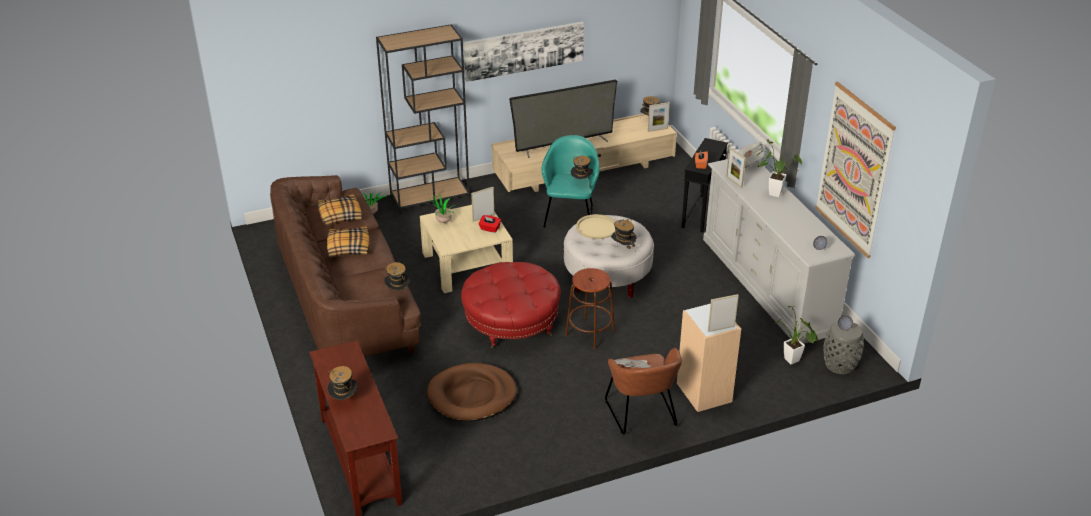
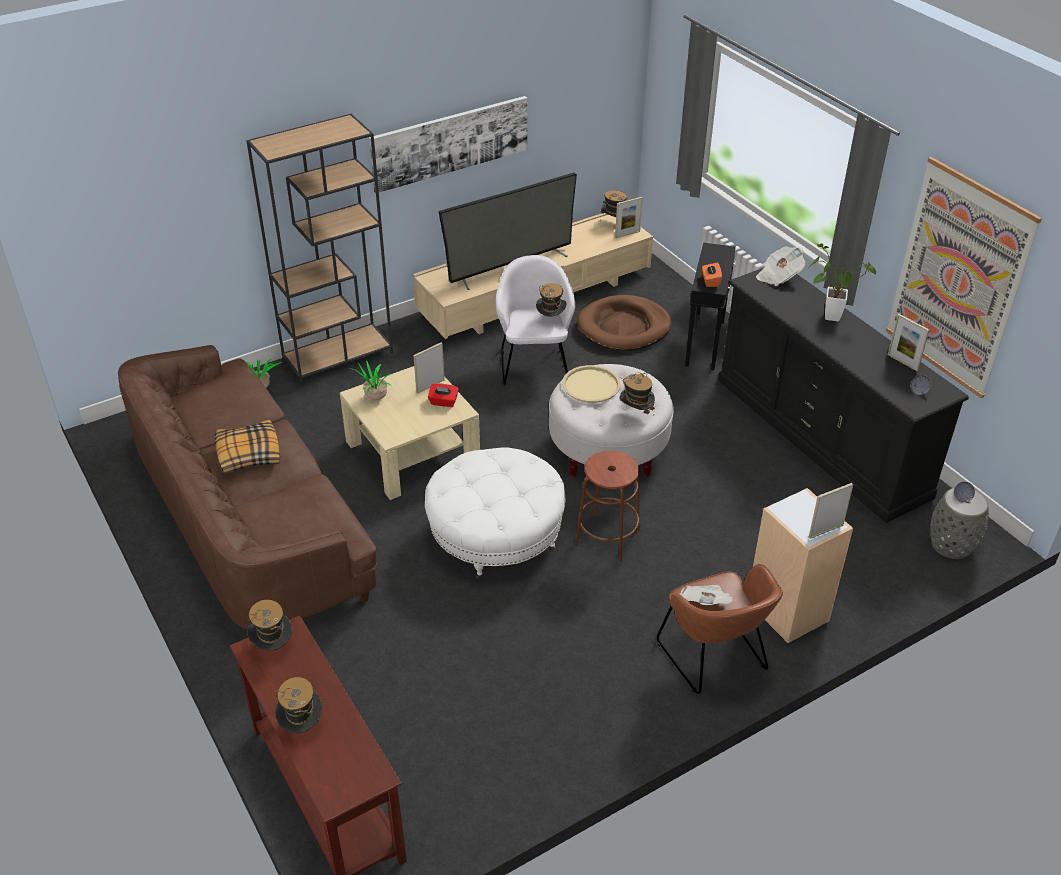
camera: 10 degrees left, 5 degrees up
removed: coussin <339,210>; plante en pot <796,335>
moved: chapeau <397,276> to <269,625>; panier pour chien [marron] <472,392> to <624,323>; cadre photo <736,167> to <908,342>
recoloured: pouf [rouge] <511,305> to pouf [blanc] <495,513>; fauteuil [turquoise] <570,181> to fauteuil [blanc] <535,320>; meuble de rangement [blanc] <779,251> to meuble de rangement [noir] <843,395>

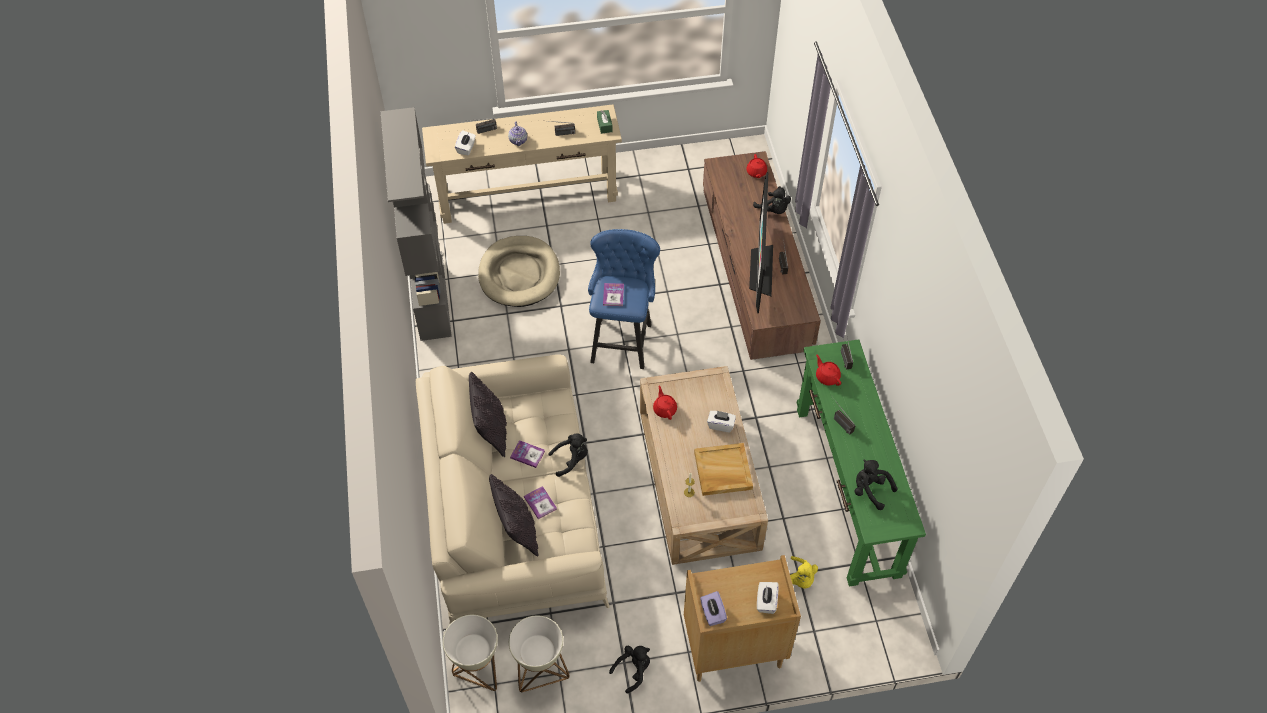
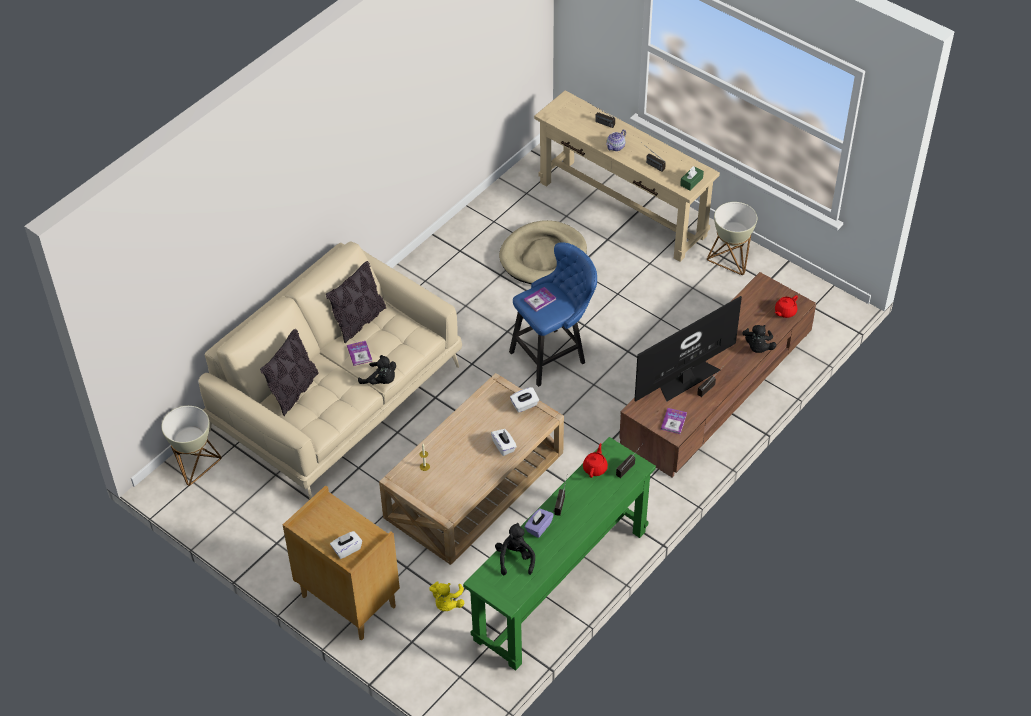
camera: 50 degrees right, 5 degrees down
removed: bibliothèque [gris] <416,224>; peluche [noir] <629,669>; théière [rouge] <665,403>; plateau [beige] <723,469>
moved: boîte à mouchoirs [blanc] <465,142> to <524,400>; cache-pot <539,653> to <732,238>; livre <540,502> to <674,421>; boîte à mouchoirs [violet] <713,608> to <539,523>

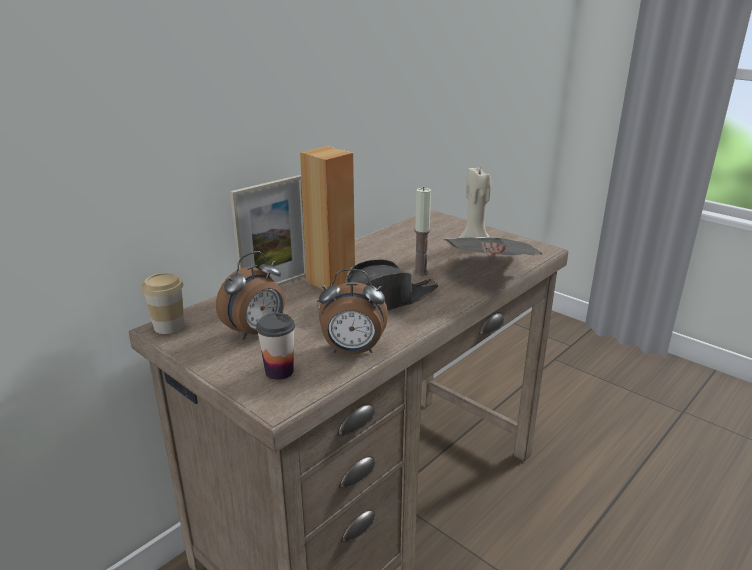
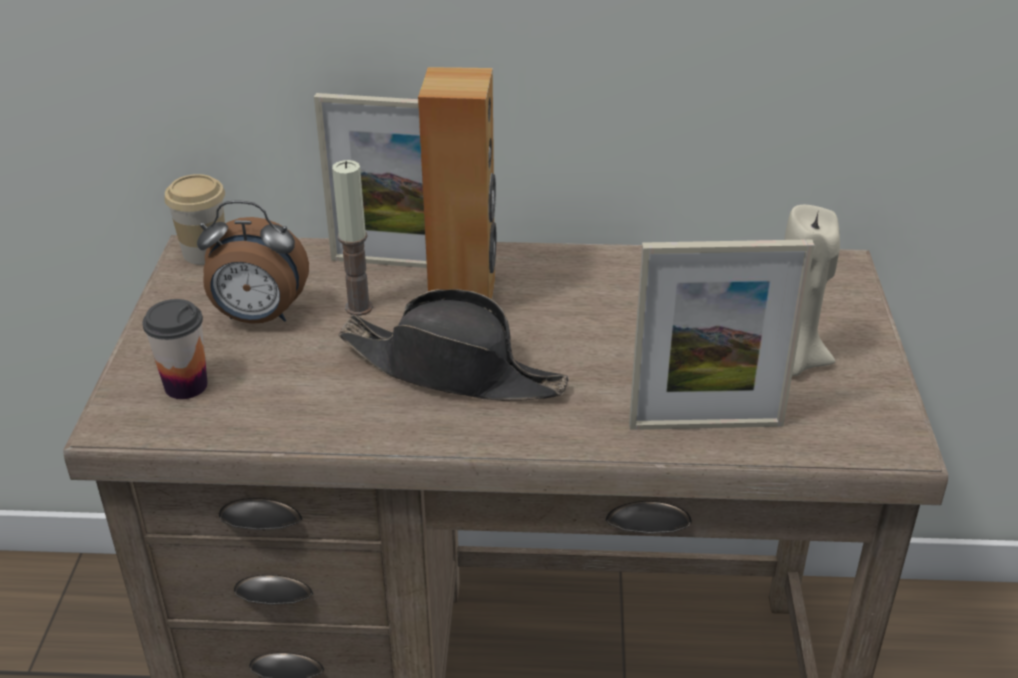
camera: 50 degrees right, 10 degrees up
removed: réveil <353,311>
moved: bougie <422,231> to <352,238>
replaced: journal <491,247> to cadre photo <722,334>

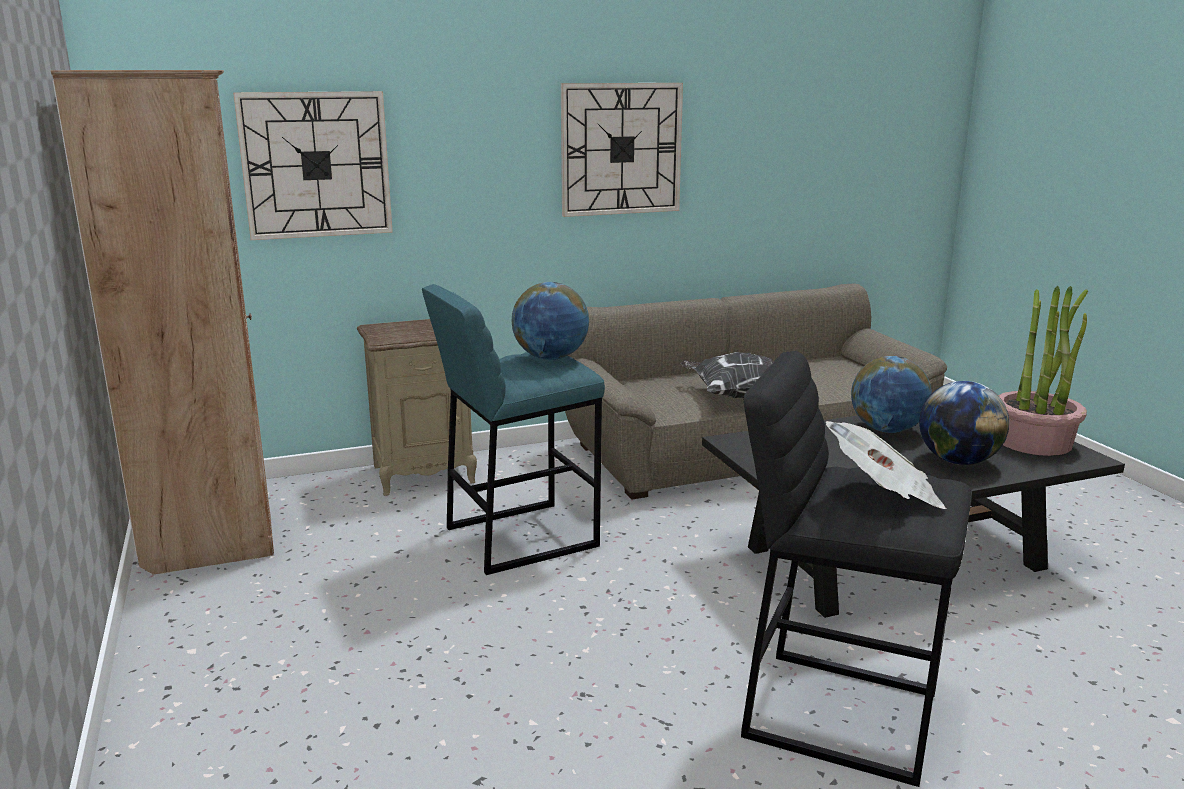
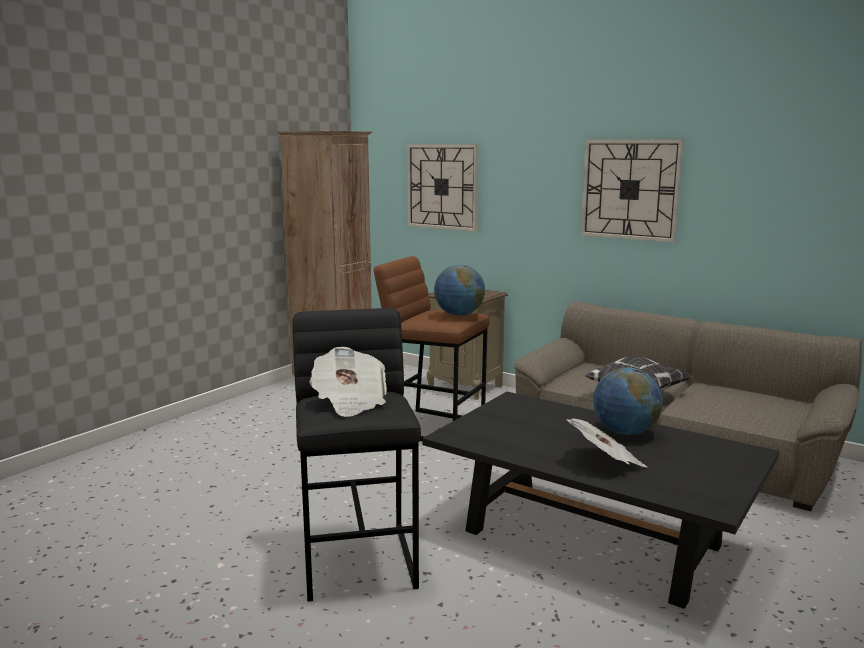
camera: 55 degrees right, 5 degrees down
removed: plante en pot <1043,371>
replaced: globe <964,423> to journal <607,442>
recoloured: tabouret [turquoise] <513,429> to tabouret [marron] <431,348>

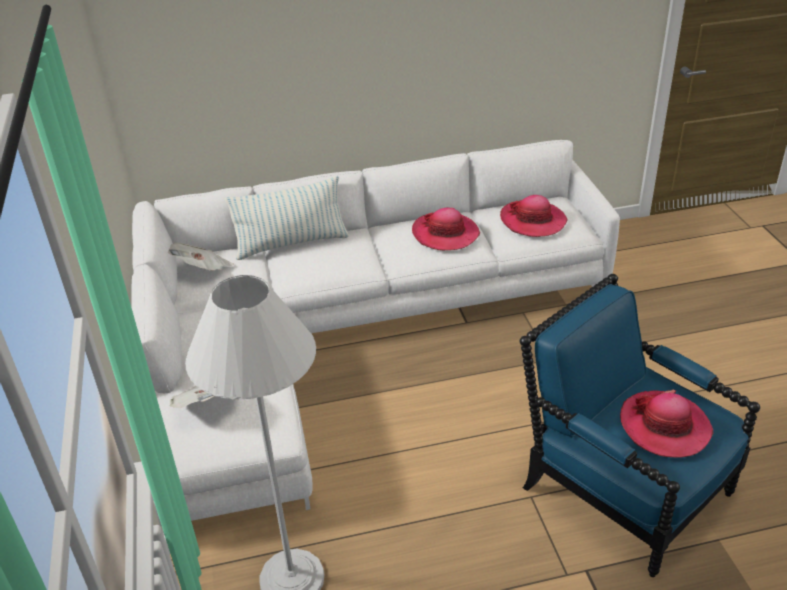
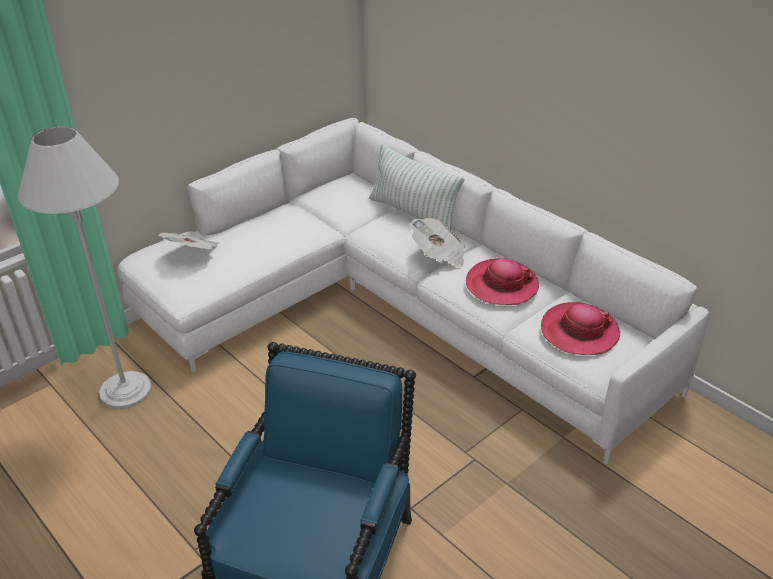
camera: 60 degrees right, 0 degrees up
removed: chapeau <666,423>
moved: journal <201,257> to <438,242>

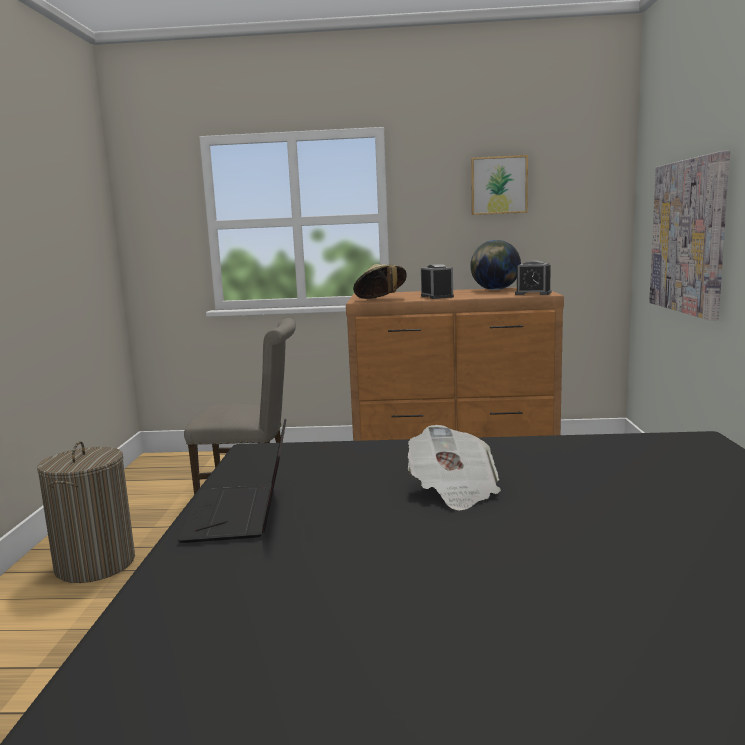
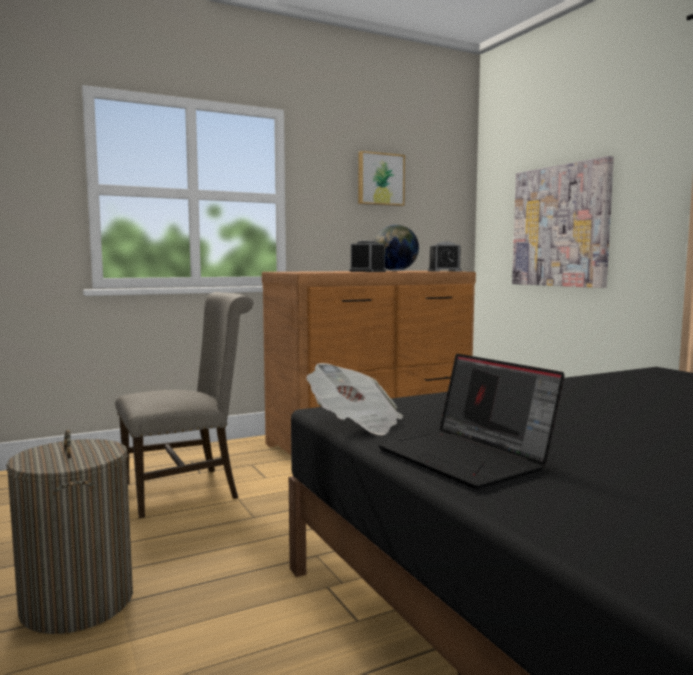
camera: 30 degrees left, 5 degrees down
removed: chapeau [beige] <380,281>
moved: journal <454,468> to <355,399>

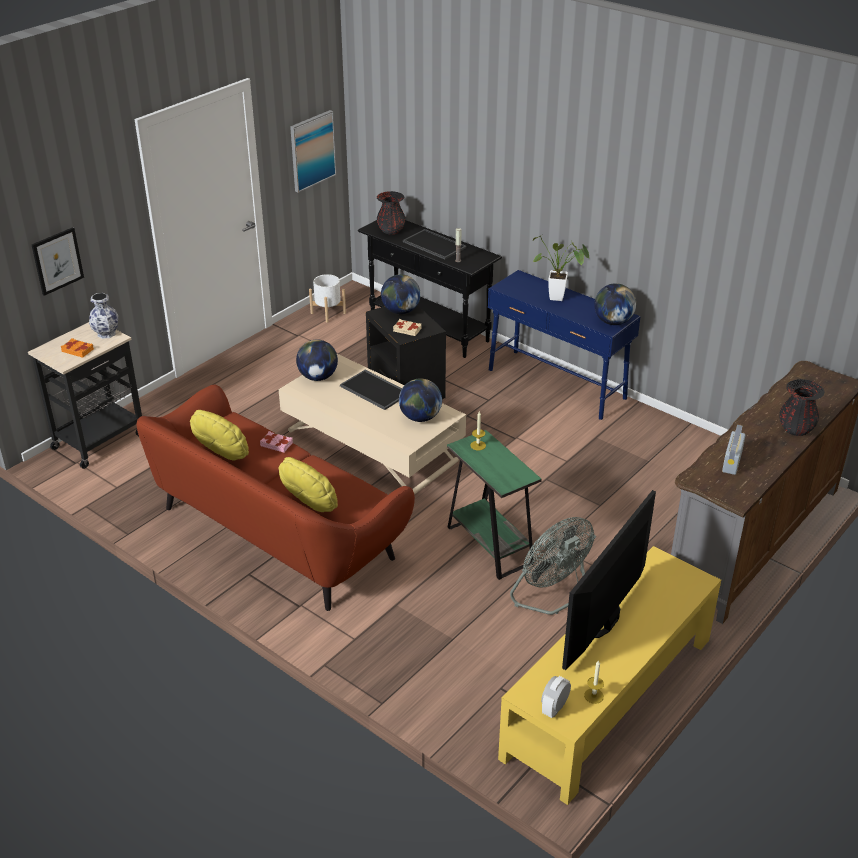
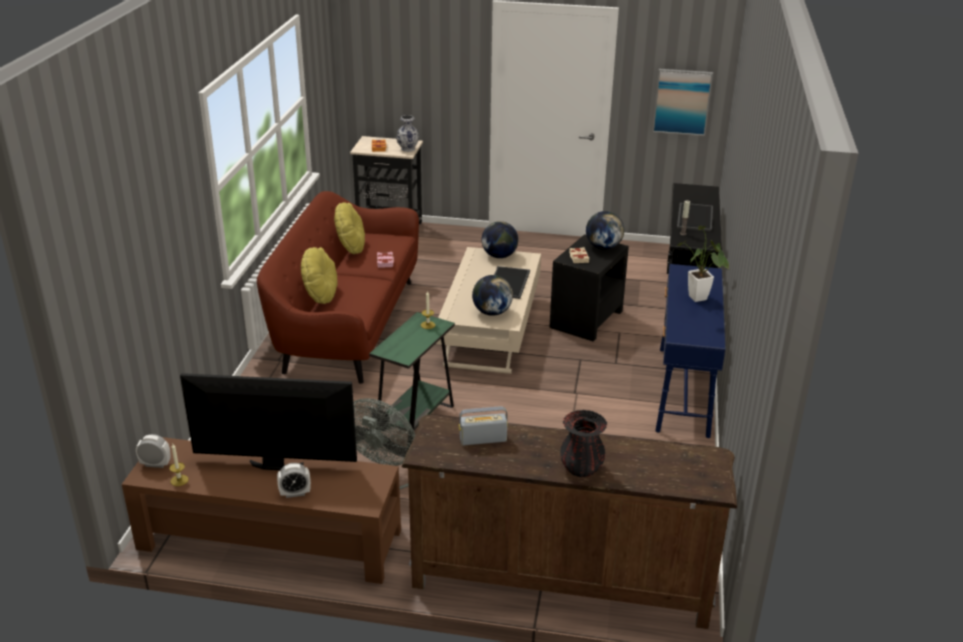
camera: 60 degrees right, 5 degrees down
removed: tableau <58,261>; cache-pot [blanc] <327,298>; vase [noir] <391,212>; globe <615,304>
added: réveil <294,480>
recoloured: meuble télé [jaune] <609,675> to meuble télé [marron] <261,510>

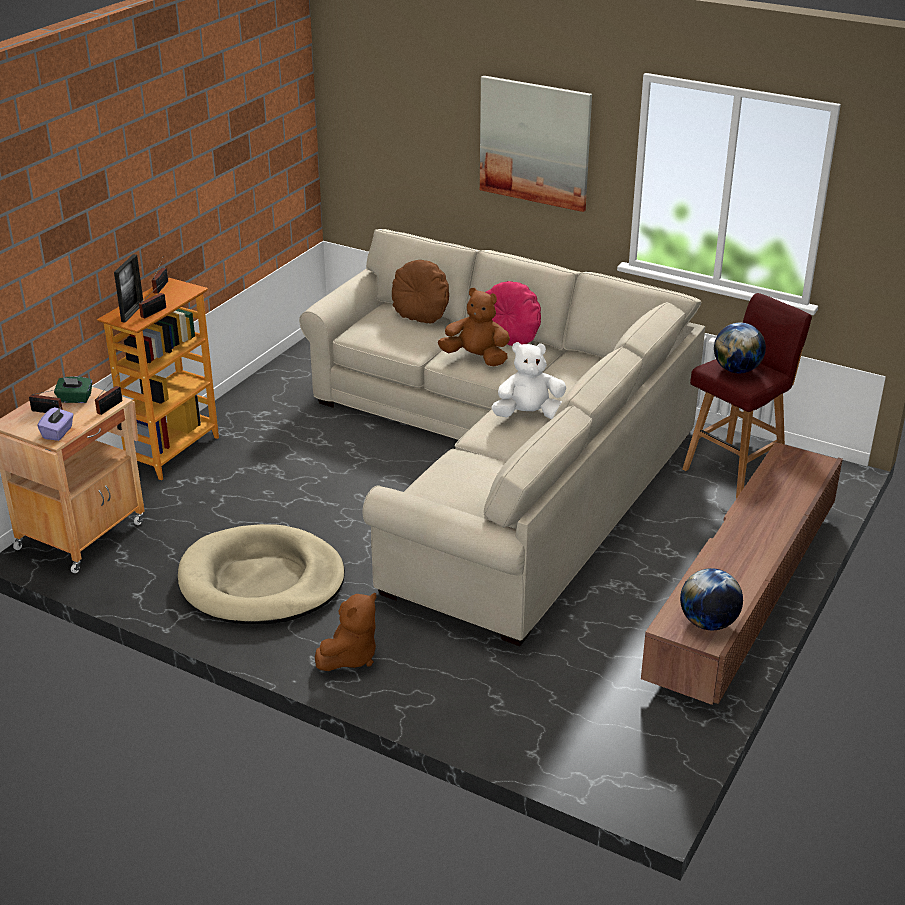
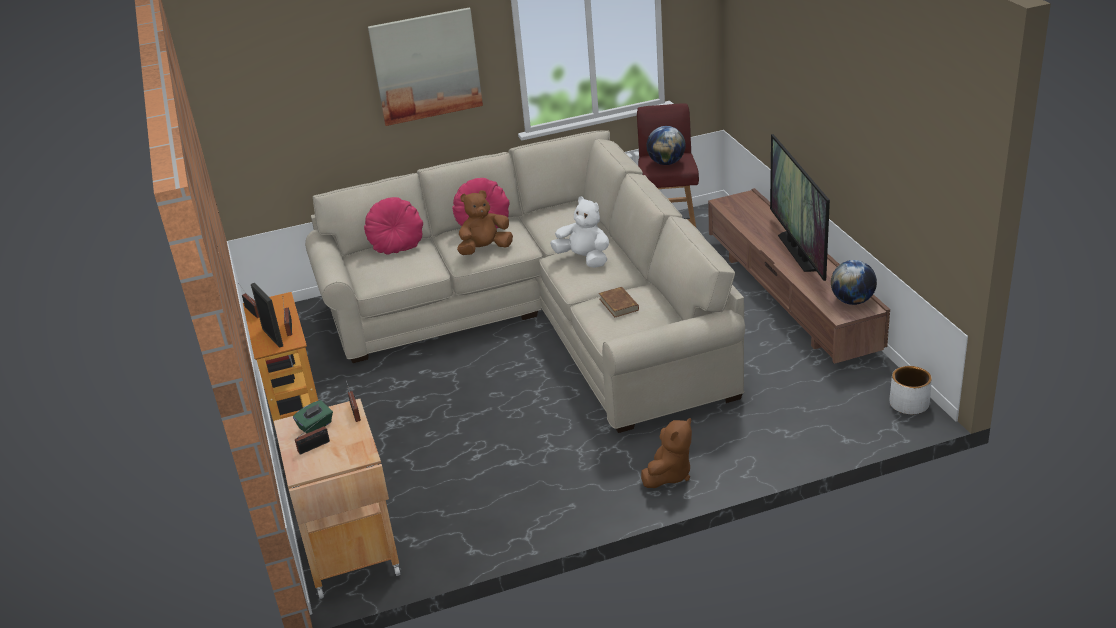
camera: 45 degrees left, 0 degrees up
removed: boîte à mouchoirs [violet] <55,424>; panier pour chien [beige] <261,574>
added: livre [marron] <619,302>; téléviseur <800,207>; cache-pot [blanc] <911,390>
recoloured: coussin [marron] <420,292> to coussin [rose] <393,226>
turned: peluche [marron] <345,632> = <666,453> 45 degrees clockwise; peluche [blanc] <528,380> = <579,232> 90 degrees clockwise

